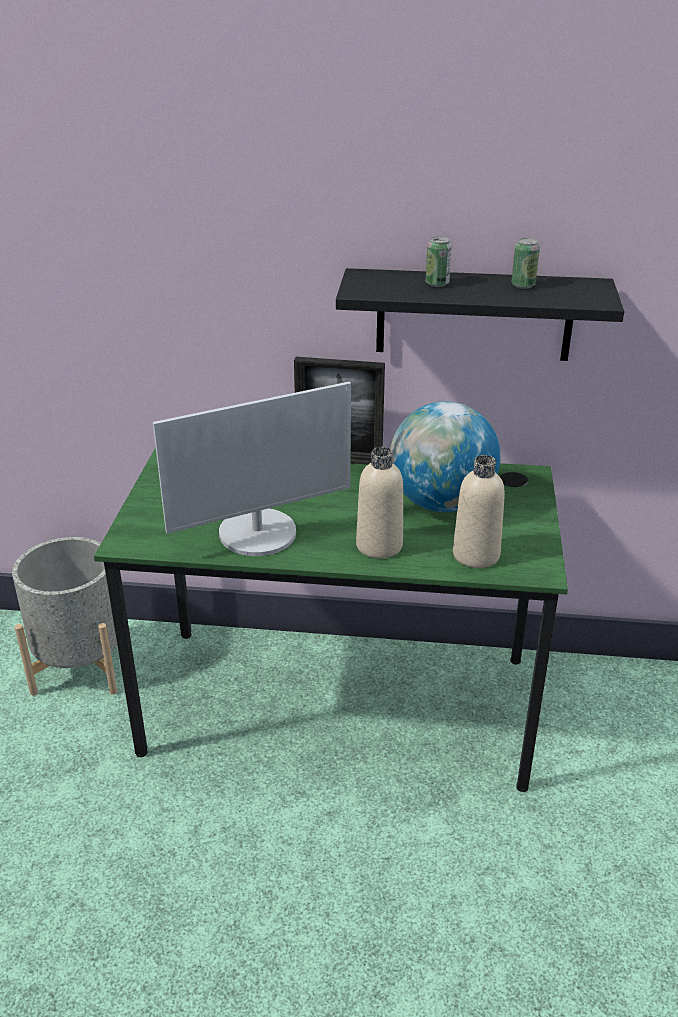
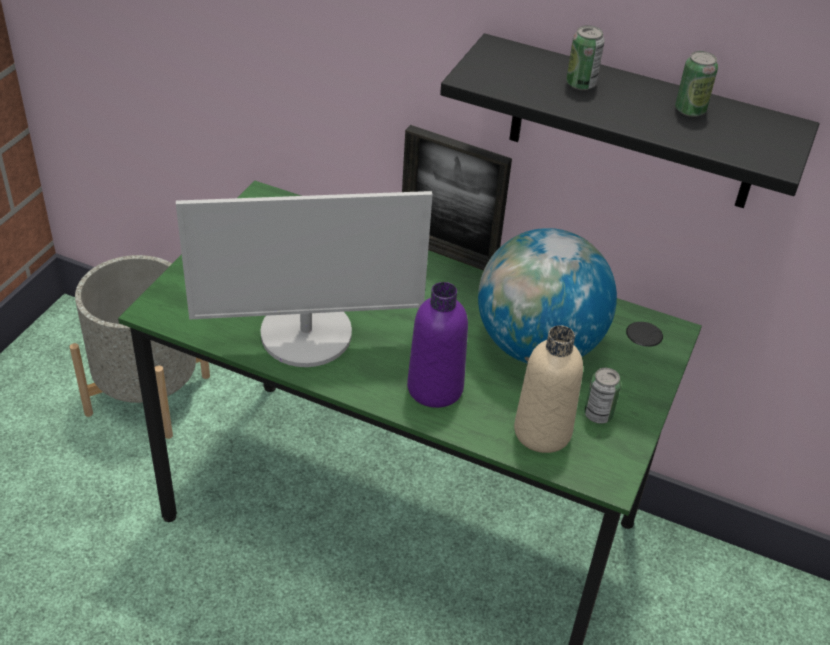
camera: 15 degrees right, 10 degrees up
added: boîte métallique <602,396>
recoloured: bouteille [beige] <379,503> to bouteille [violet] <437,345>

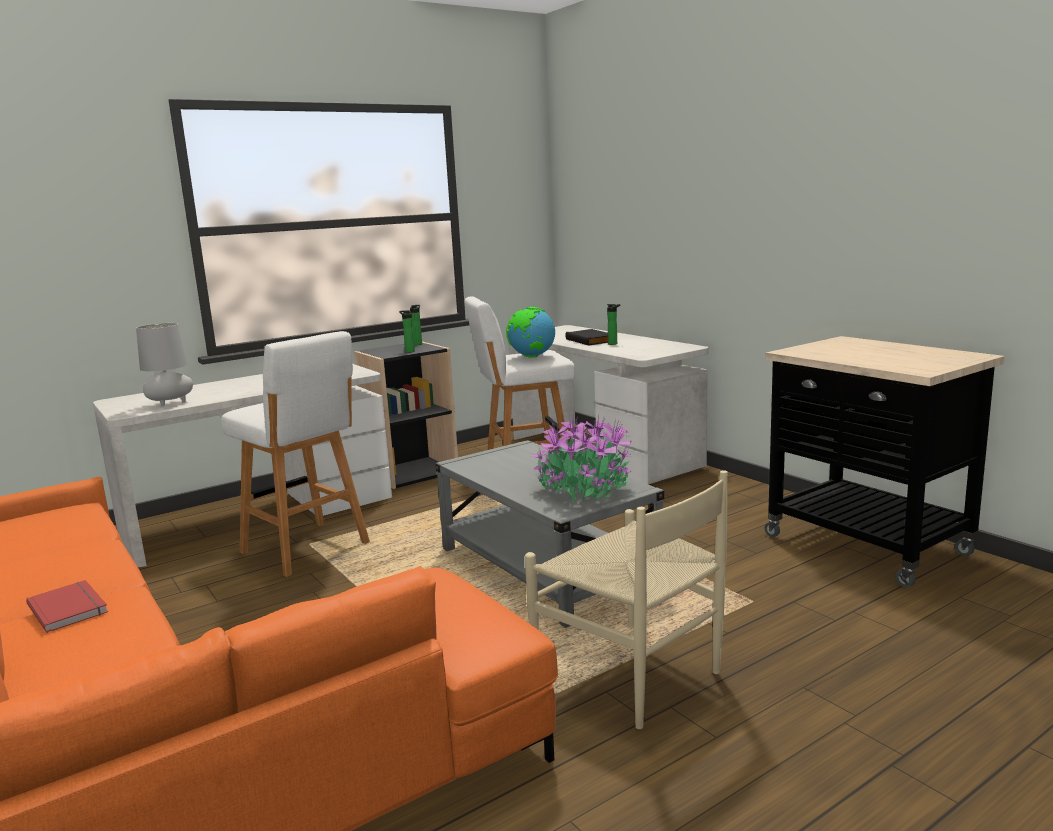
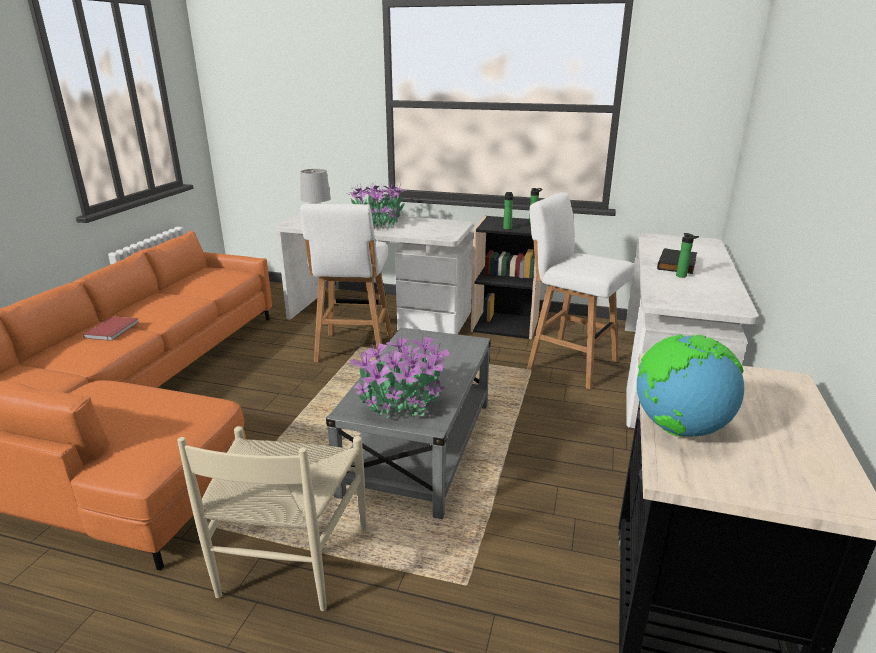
camera: 50 degrees right, 10 degrees up
added: plante en pot <378,205>
moved: globe <530,332> to <690,385>

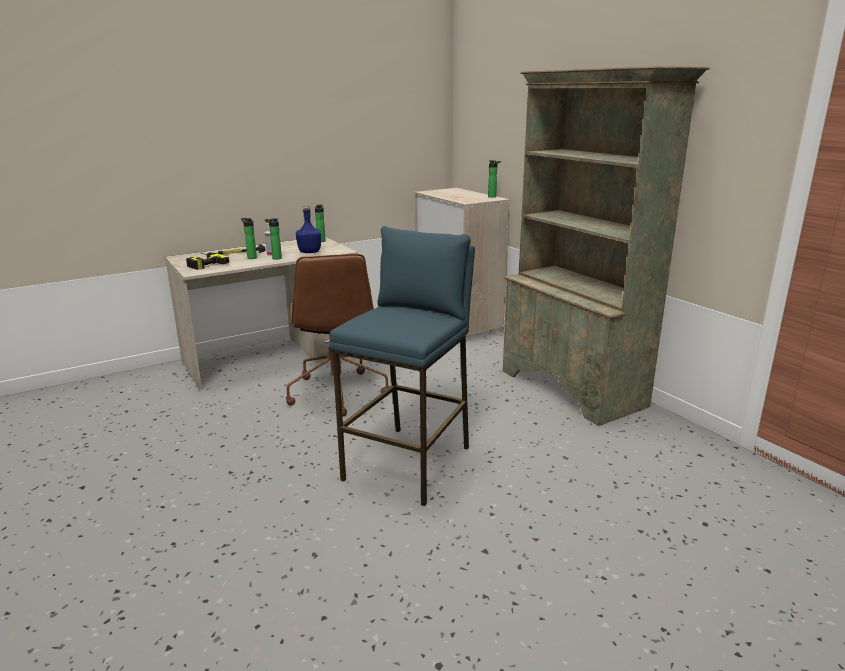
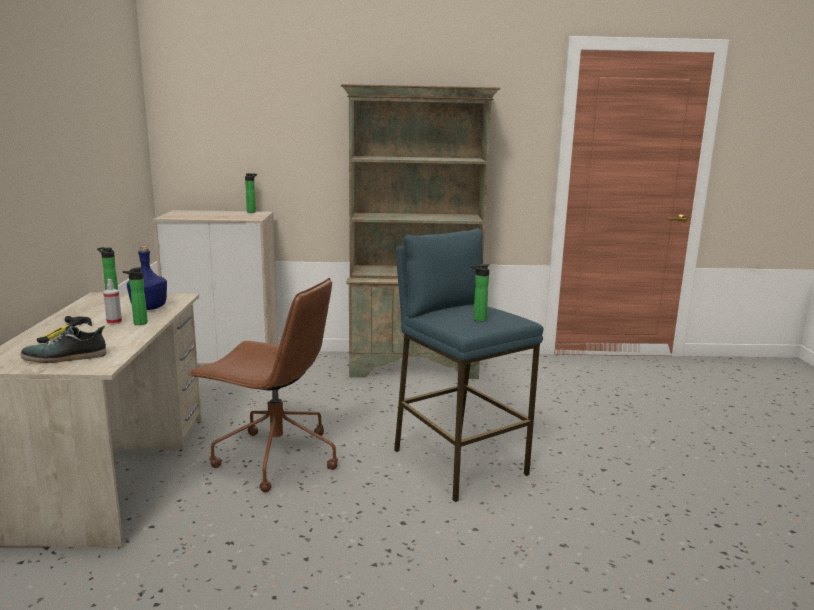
camera: 60 degrees left, 5 degrees down
moved: bouteille <249,238> to <480,293>
replaced: perceuse <207,261> to chaussure <64,344>

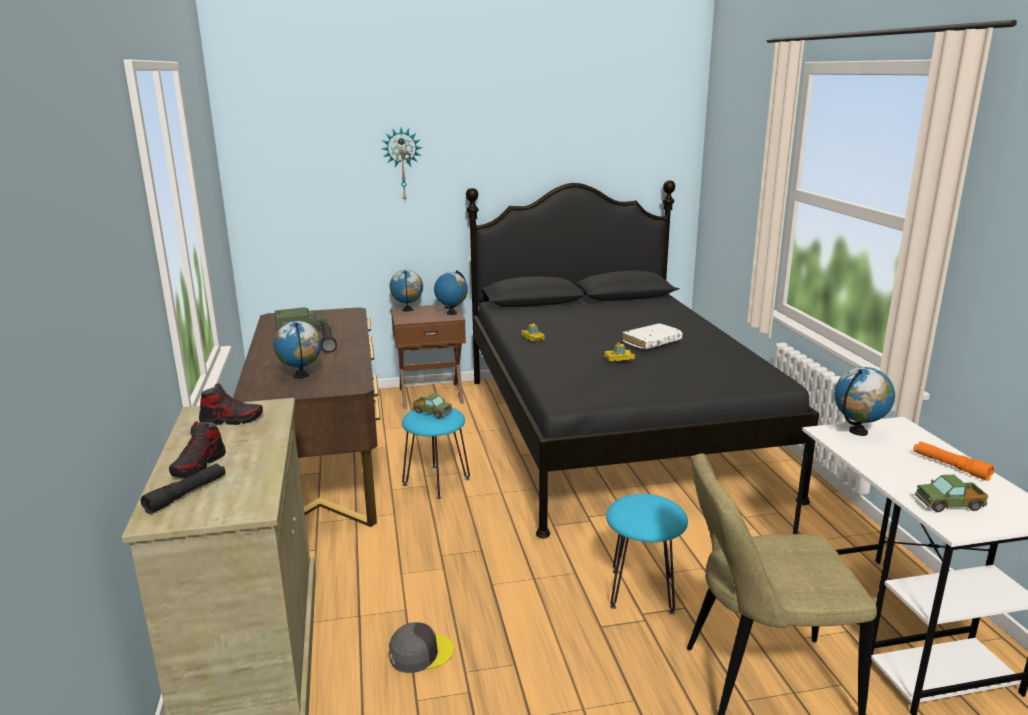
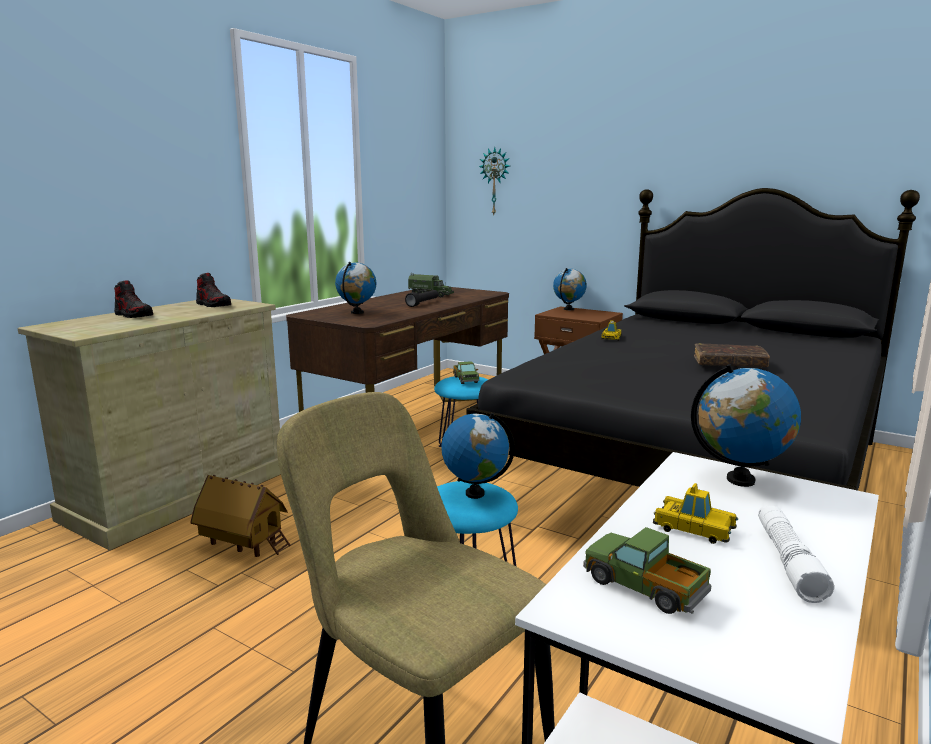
camera: 45 degrees right, 5 degrees down
removed: lampe de poche [noir] <183,488>
moved: horloge murale <402,164> to <494,181>; globe <451,292> to <478,456>; petite voiture <620,352> to <695,513>
replaced: casquette [gris] <421,647> to maison miniature <240,516>
recoloured: livre [blanc] <653,336> to livre [marron] <732,355>; lampe de poche [orange] <954,461> to lampe de poche [blanc] <796,554>
turned: chaussure <197,449> = <133,299> 120 degrees counterclockwise

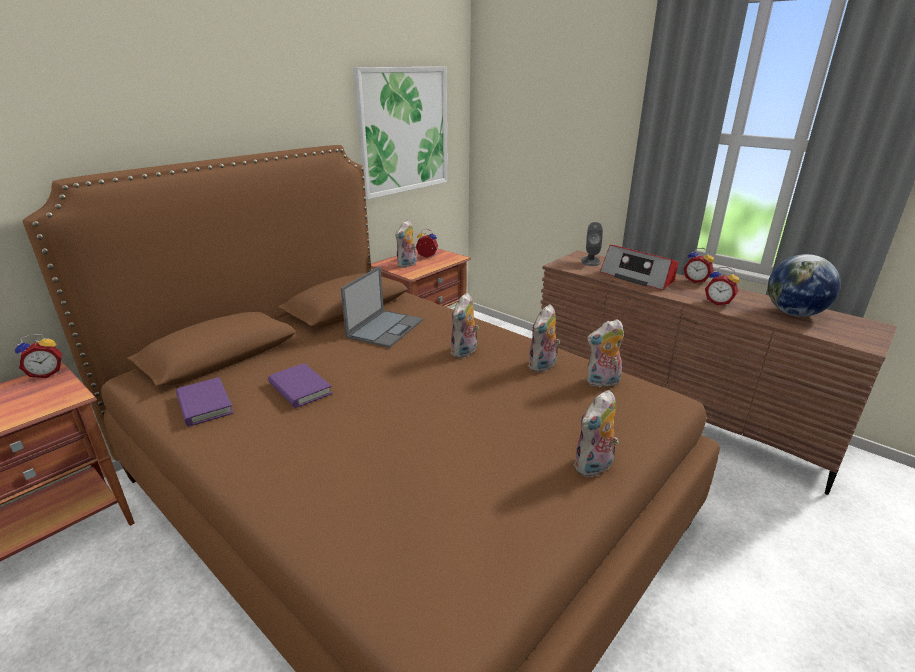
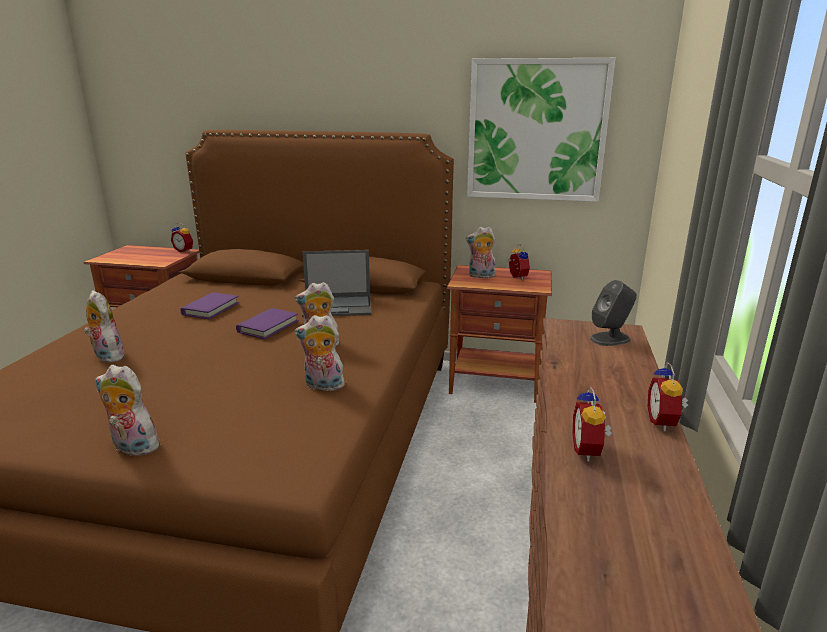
camera: 60 degrees right, 5 degrees down
removed: radio <639,267>; globe <804,285>
moved: livre [violet] <205,402> to <267,323>; peluche <605,353> to <104,326>

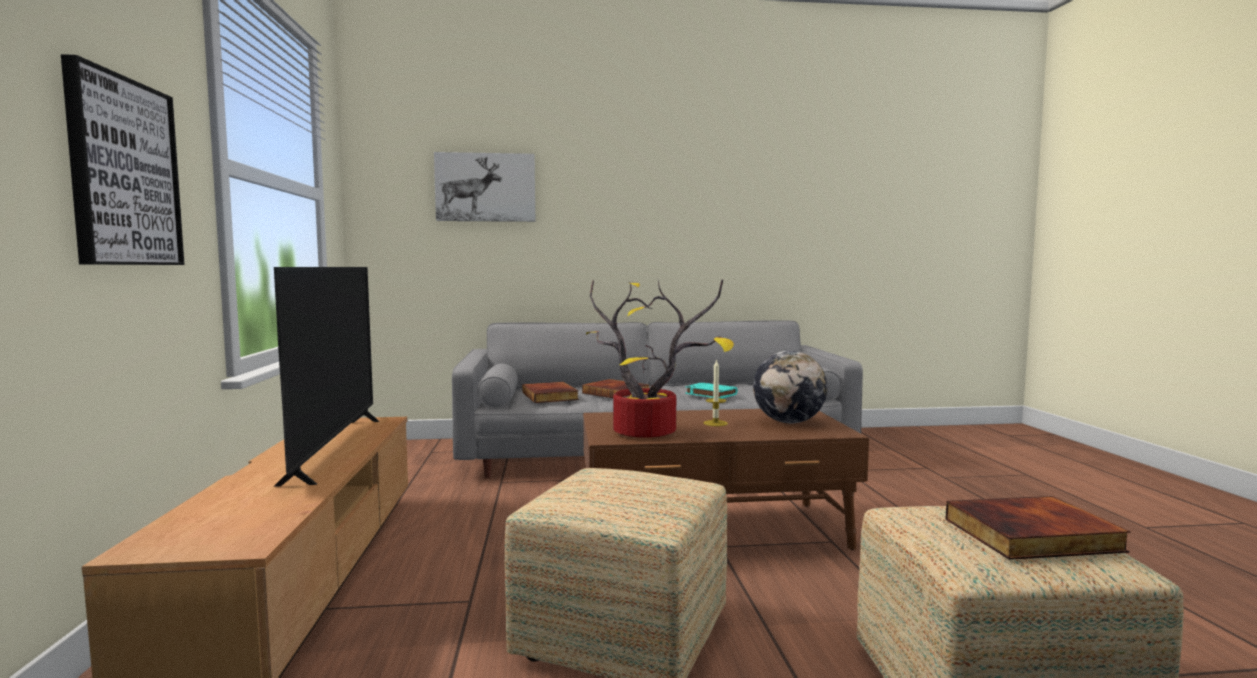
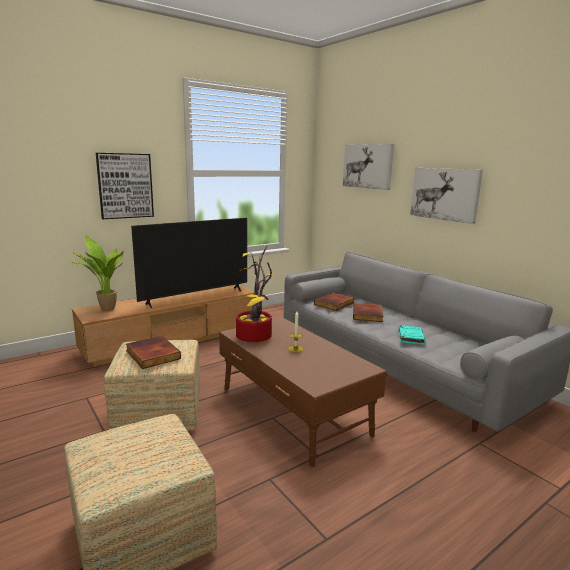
camera: 60 degrees right, 10 degrees up
removed: globe <790,387>
added: plante en pot <97,273>; tableau <446,196>
moved: livre <1037,528> to <153,352>

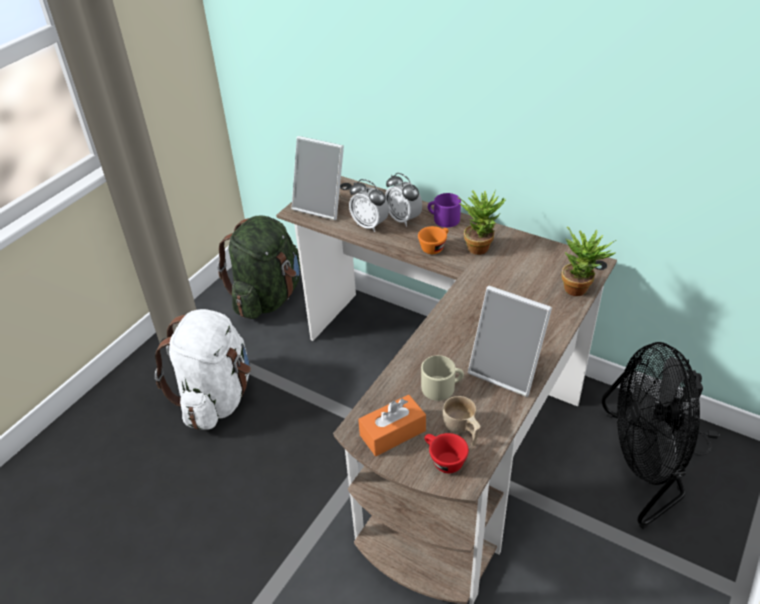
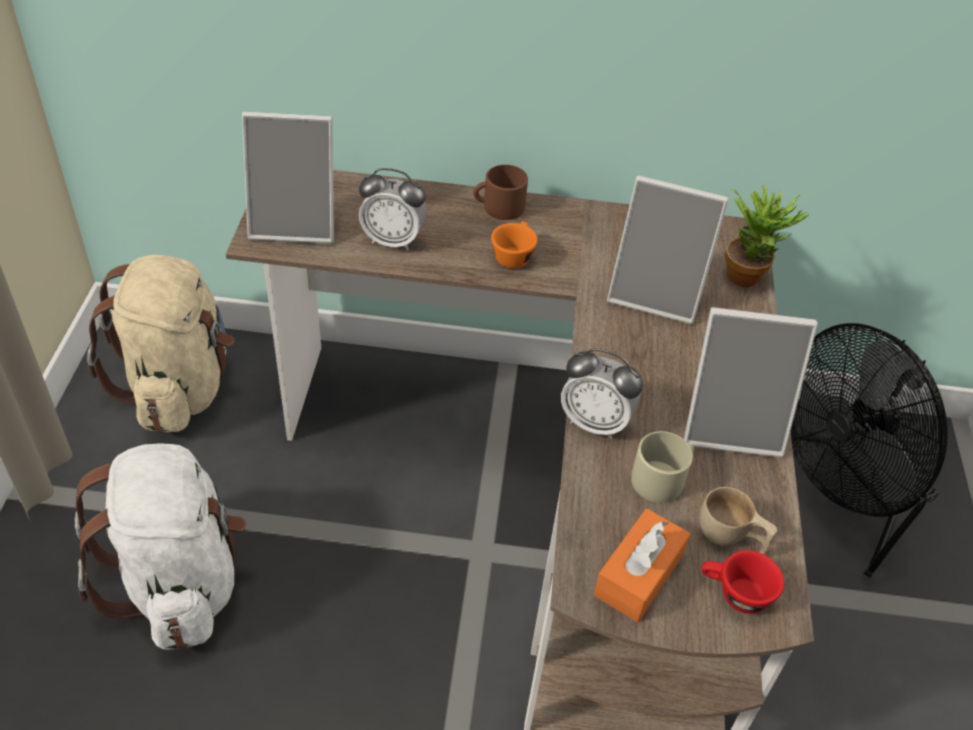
camera: 30 degrees left, 5 degrees up
removed: plante en pot <482,222>
added: cadre photo <668,249>
moved: réveil <403,200> to <602,393>
recoloured: sac à dos [vert] <258,267> to sac à dos [beige] <161,344>; mug [violet] <444,210> to mug [marron] <500,192>

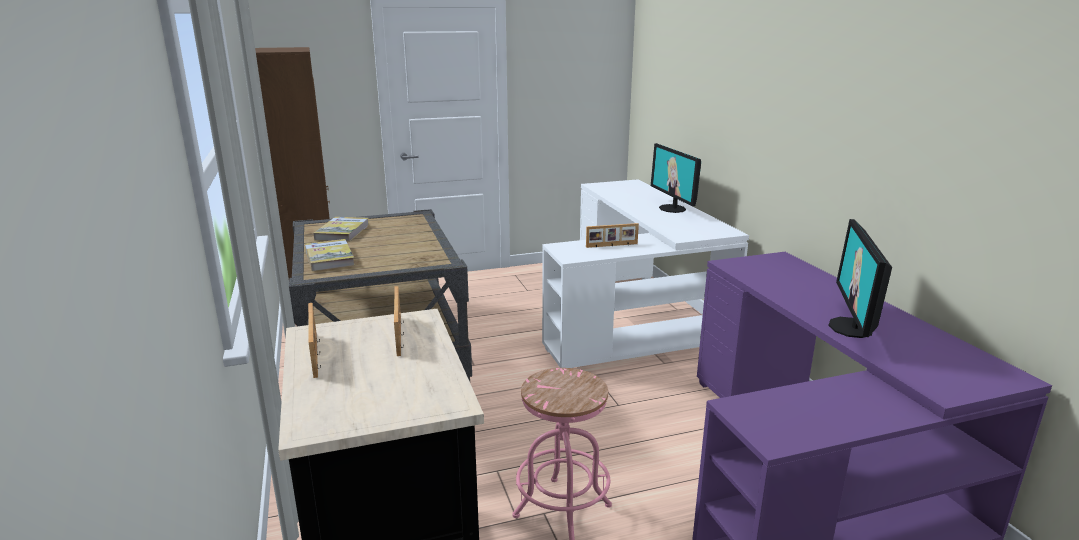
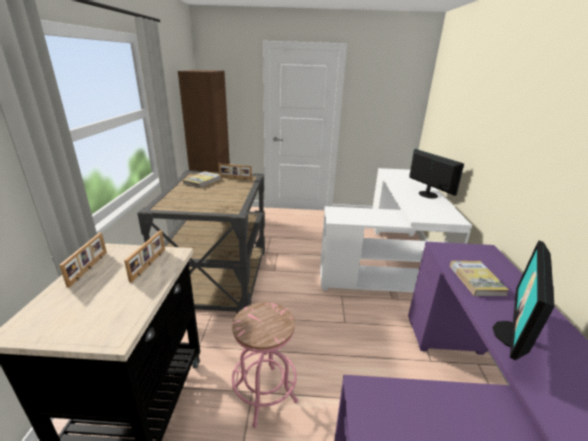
camera: 20 degrees right, 5 degrees up
moved: livre <330,255> to <479,278>; cadre photo <612,235> to <235,171>
turned: écran d'ordinateur <676,178> = <436,174> 150 degrees clockwise

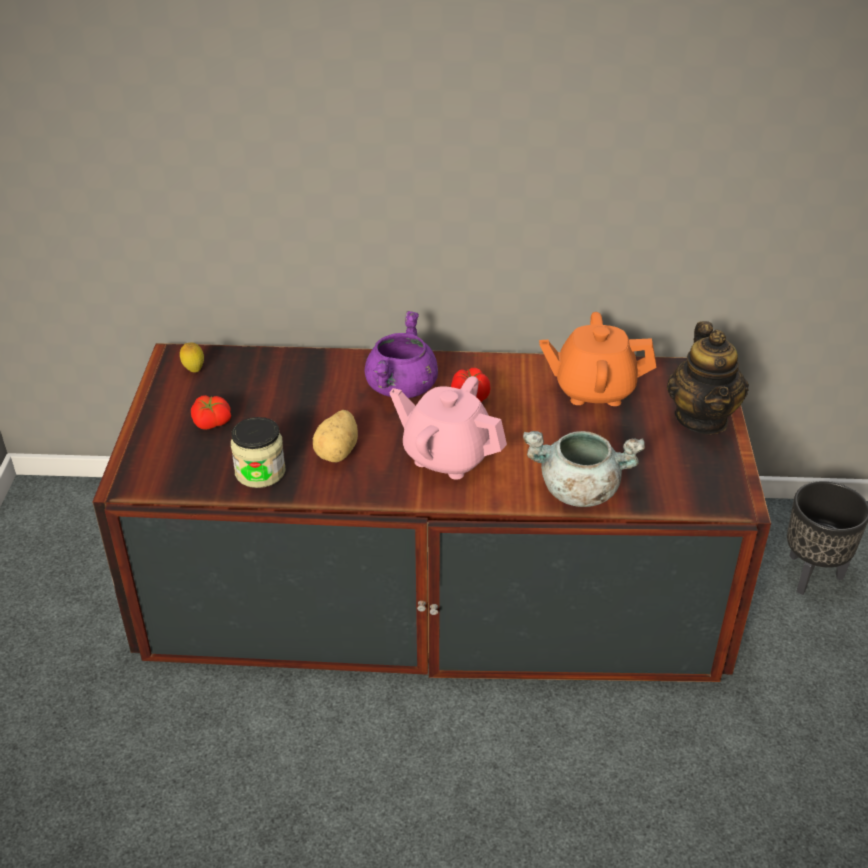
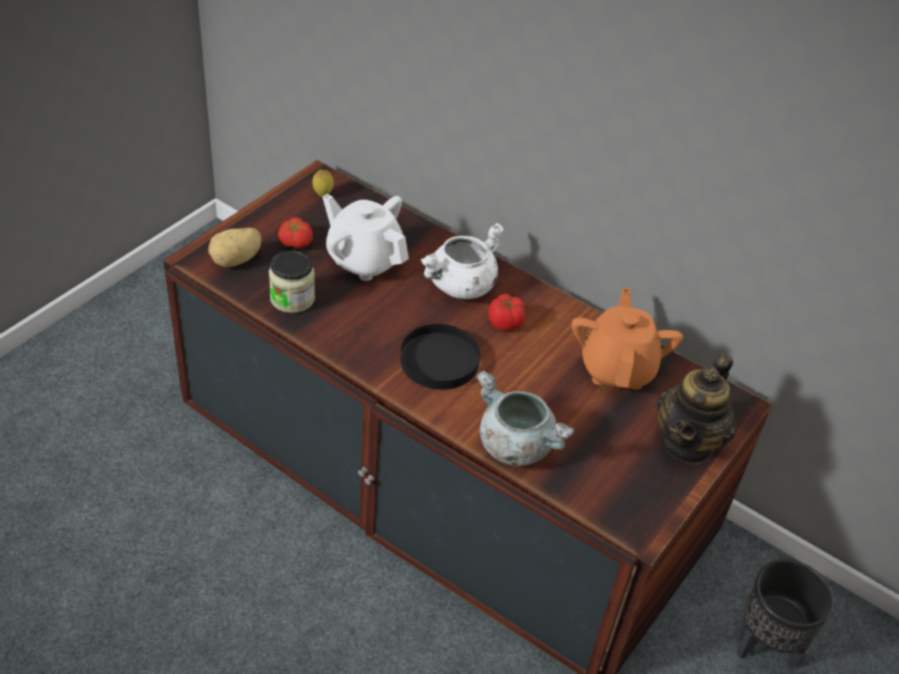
camera: 30 degrees right, 5 degrees up
added: théière [blanc] <366,237>
moved: pomme de terre <335,436> to <235,247>
replaced: théière [rose] <448,428> to assiette [noir] <440,357>
recoloured: marmite [violet] <401,354> to marmite [blanc] <462,261>
turned: théière [orange] <597,359> = <627,339> 60 degrees clockwise

